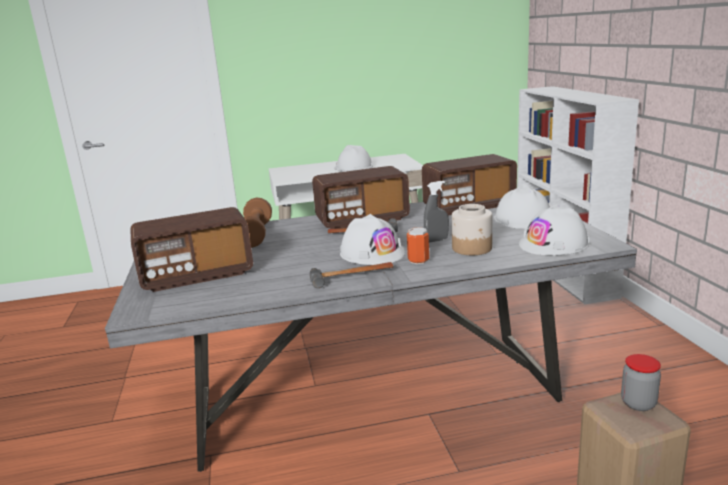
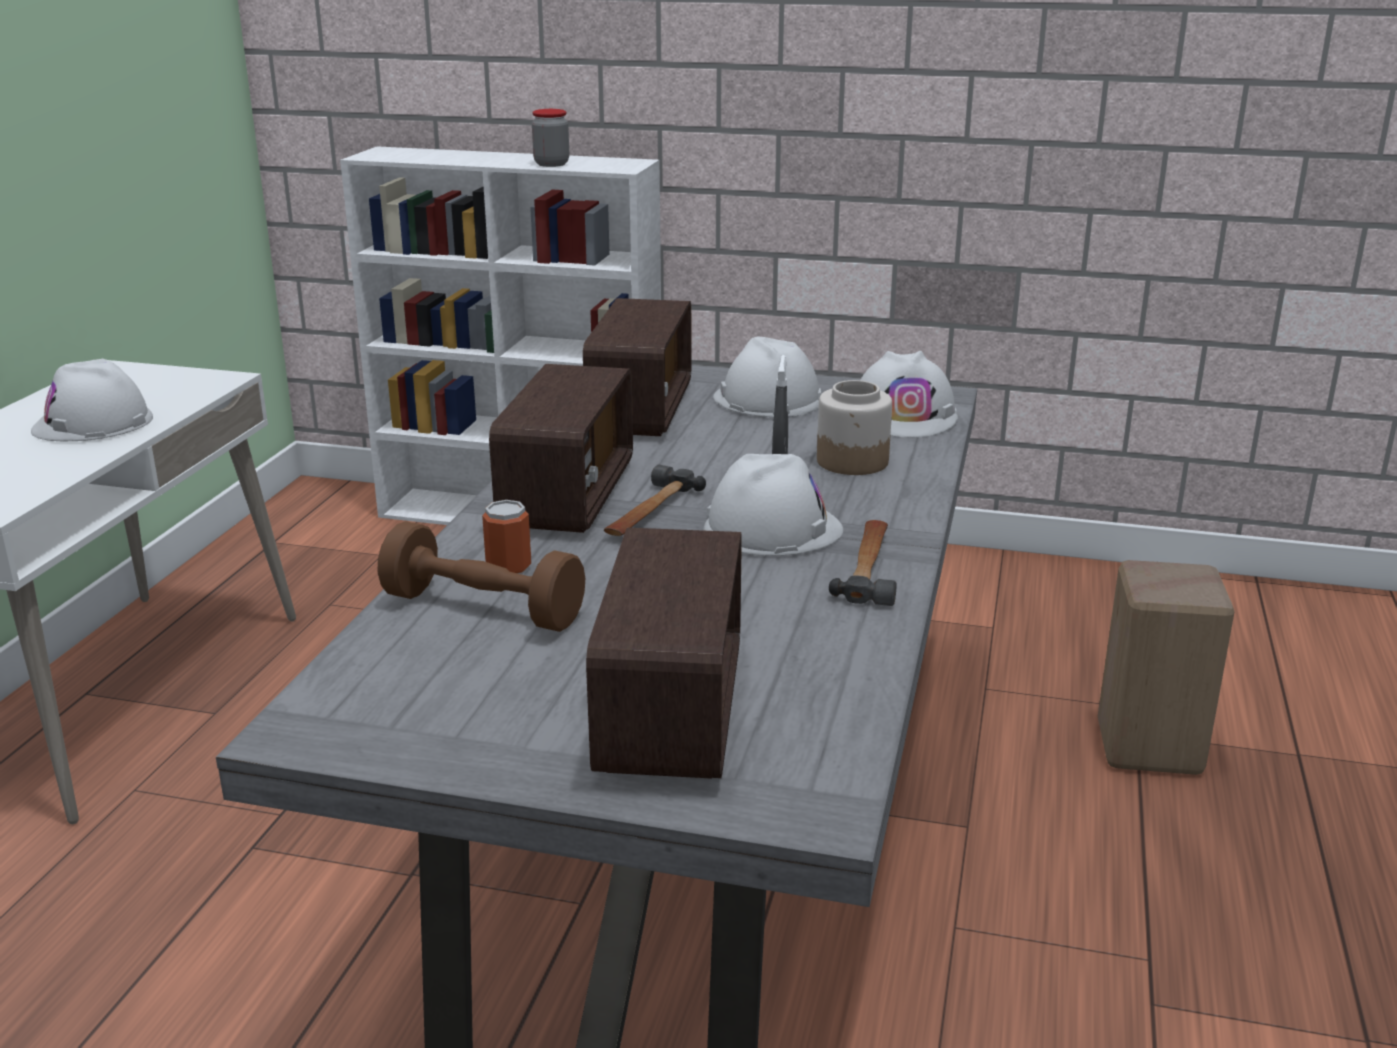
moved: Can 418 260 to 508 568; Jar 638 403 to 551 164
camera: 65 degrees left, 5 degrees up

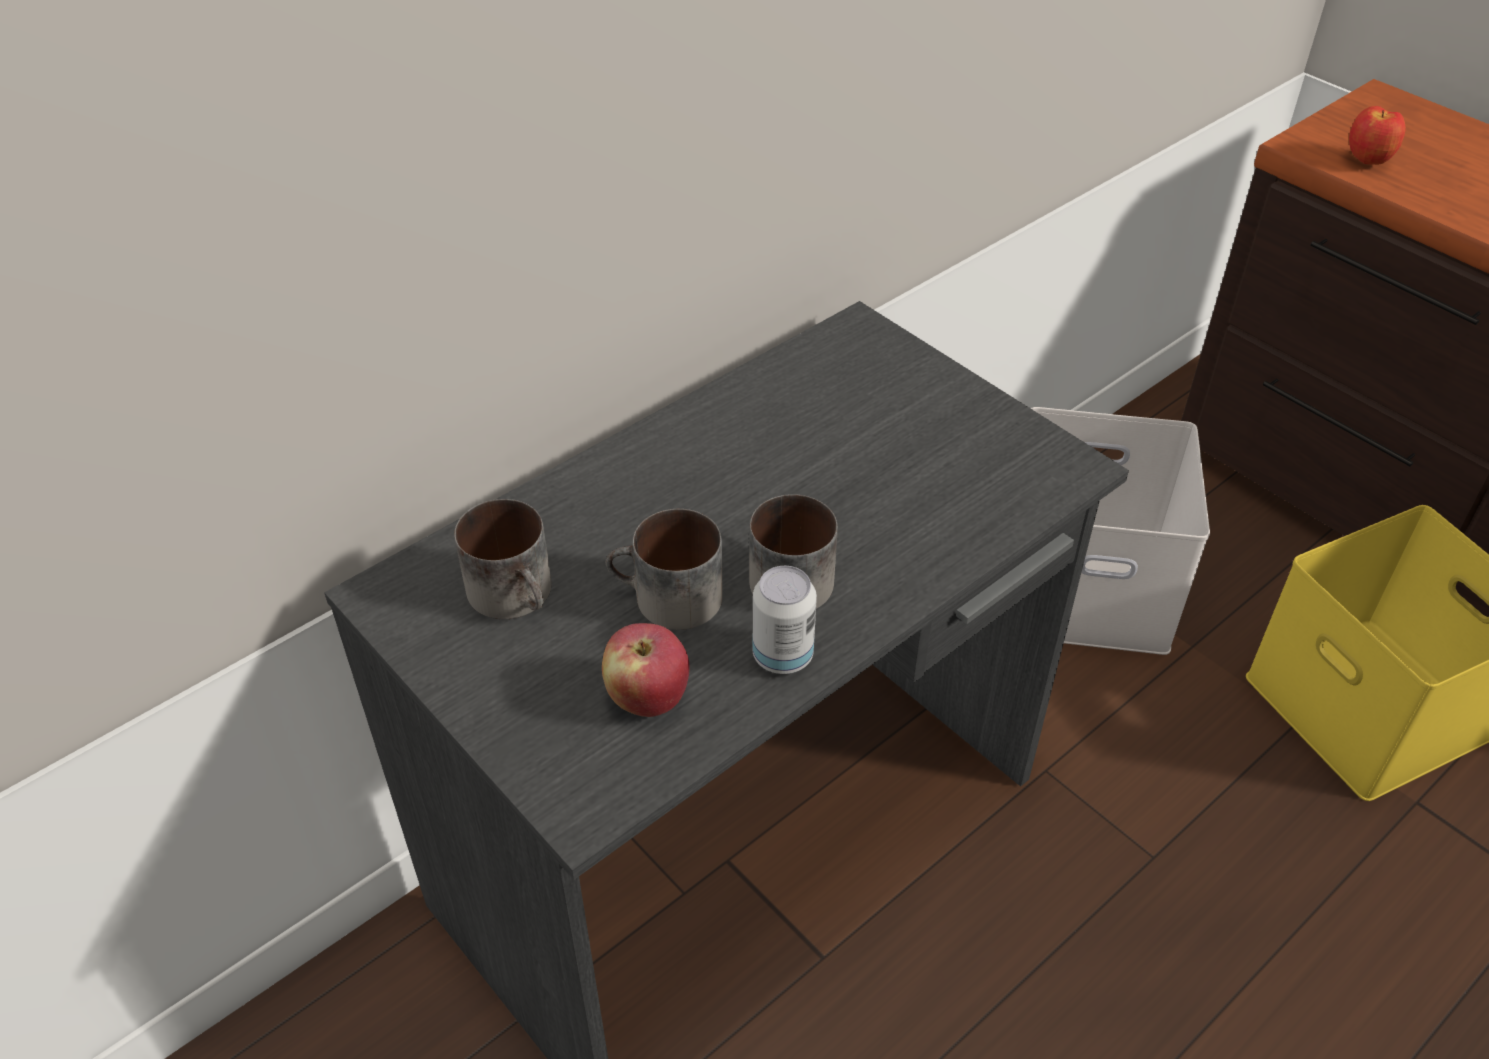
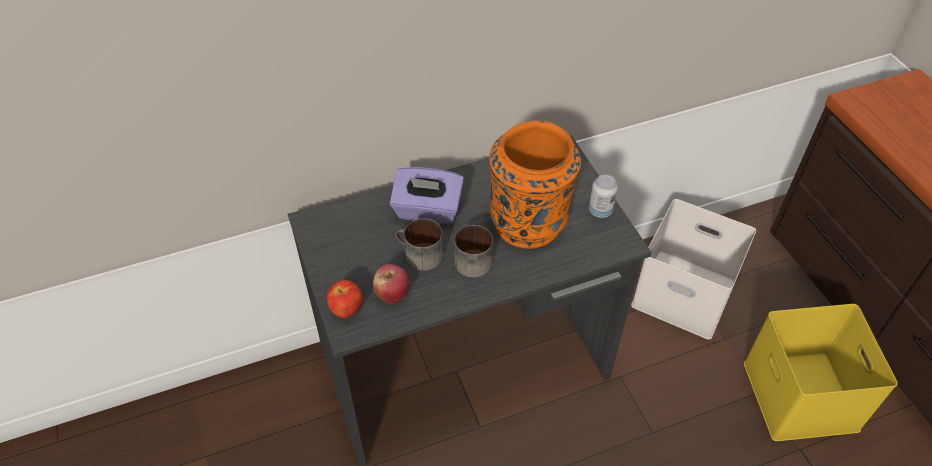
removed: Mug 518 594
added: PurpleTissueBox 427 211; OrangeVase 529 222
moved: Apple 1368 161 to 347 310; Can 782 656 to 600 211
camera: 20 degrees right, 5 degrees up

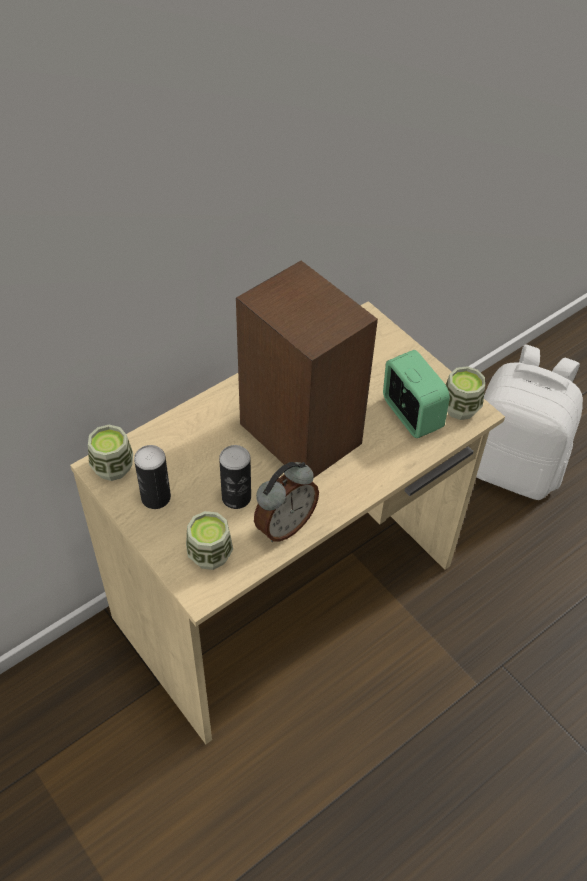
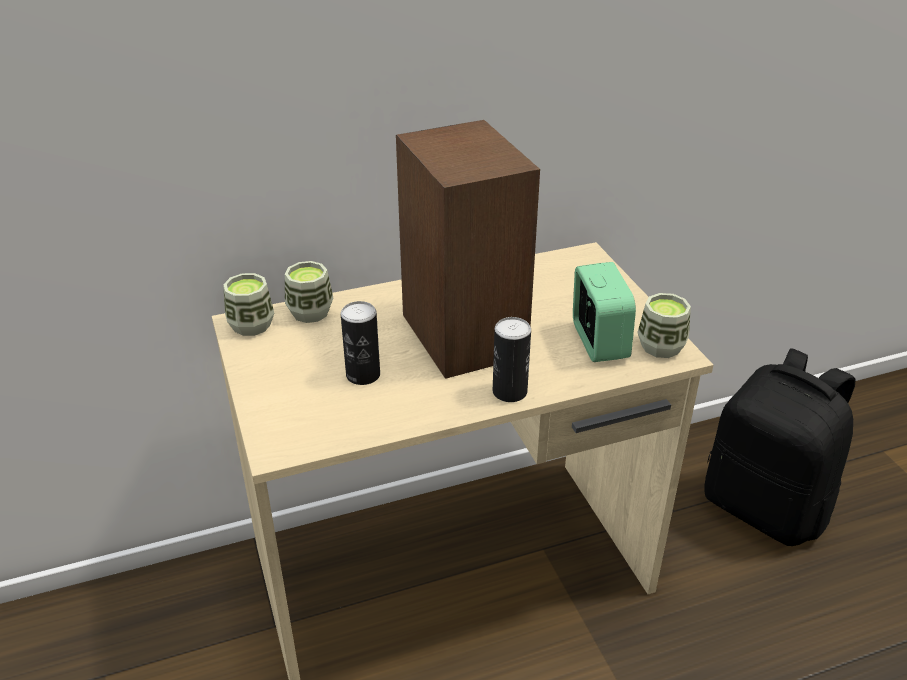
removed: AlarmClock 284 525
moved: Cup 210 554 to 310 312; Can 156 497 to 509 392
recoloured: WhiteBackpack 512 467 to BlackBackpack 765 507
camera: 20 degrees right, 15 degrees down

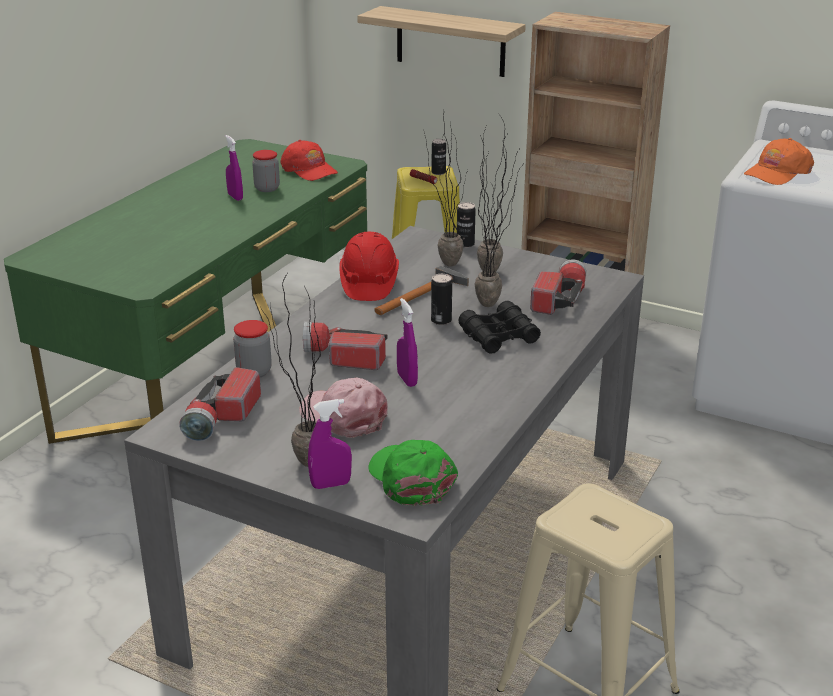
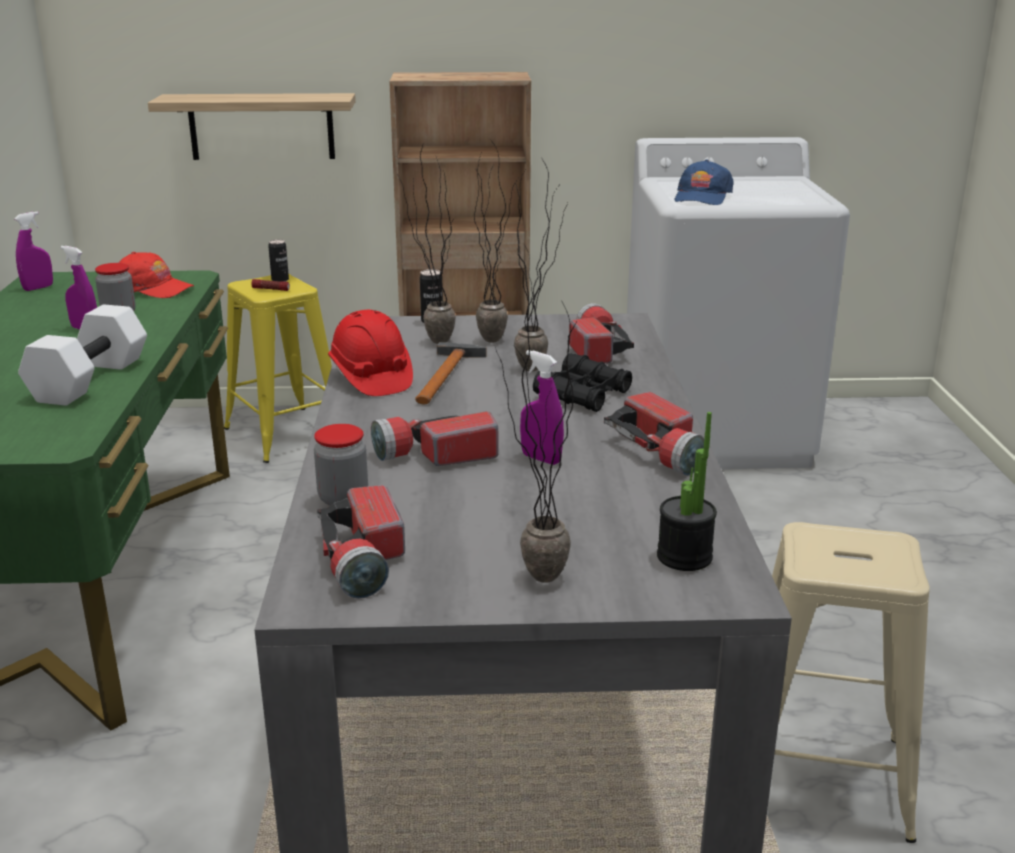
removed: PinkCap 344 416; Can 441 320
added: WhiteDumbbell 89 379; Flashlight 660 451
moved: PurpleSprayBottle 331 484 to 38 288
replaced: GreenCap 411 479 to PottedPlant 684 557
recoloured: OrangeCap 777 173 to BlueCap 702 197
camera: 30 degrees left, 5 degrees down

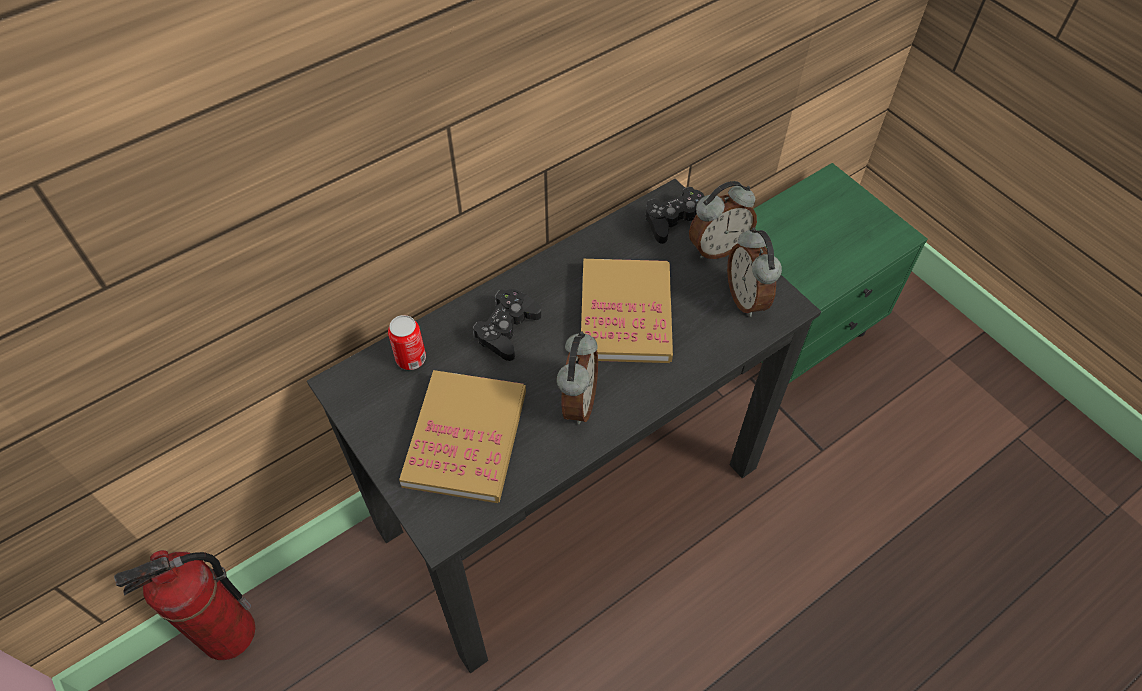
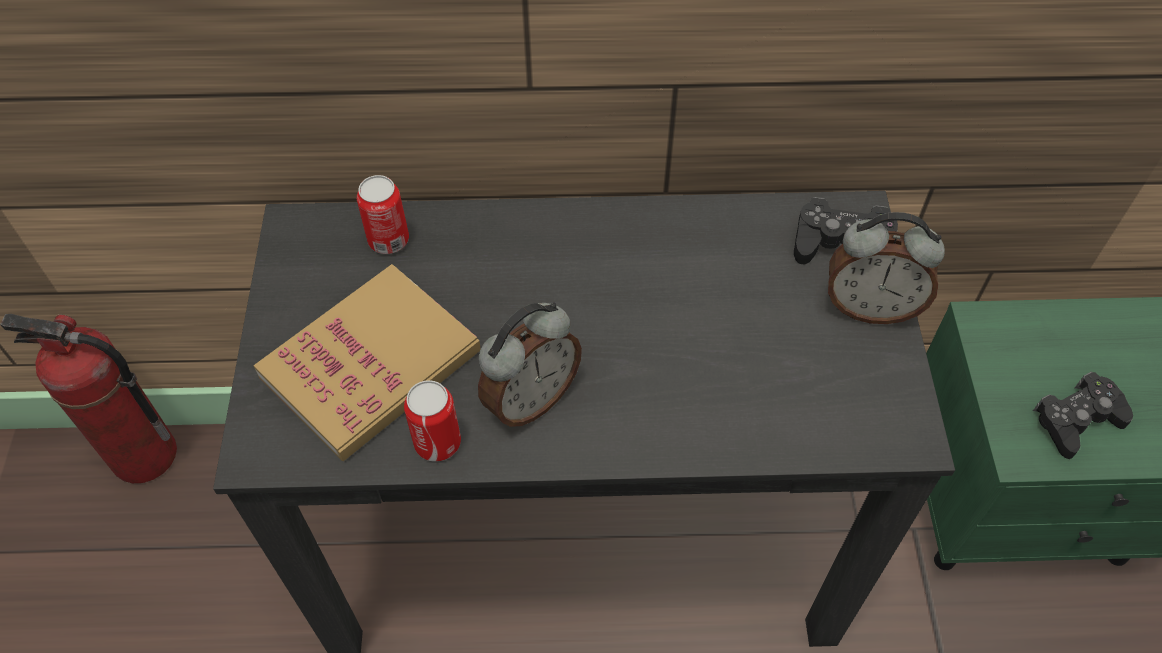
removed: Book 625 313; AlarmClock 747 298
added: Can 437 442
moved: BlackGameController 507 329 to 1077 420
camera: 35 degrees right, 0 degrees up

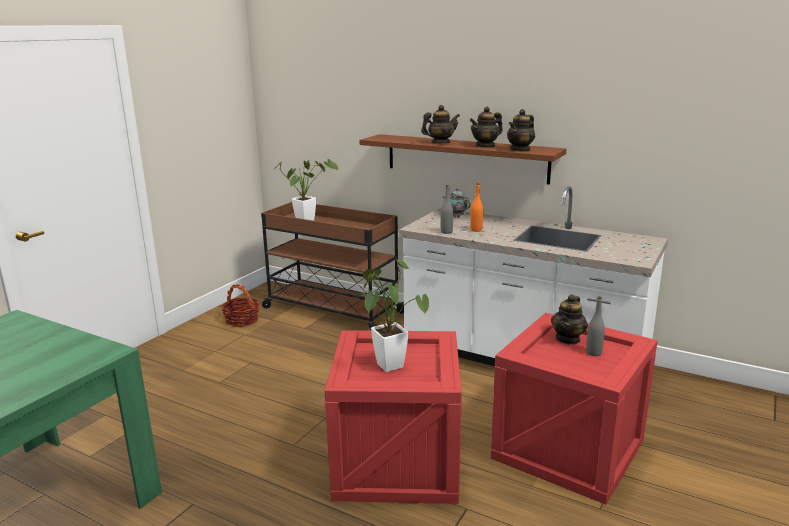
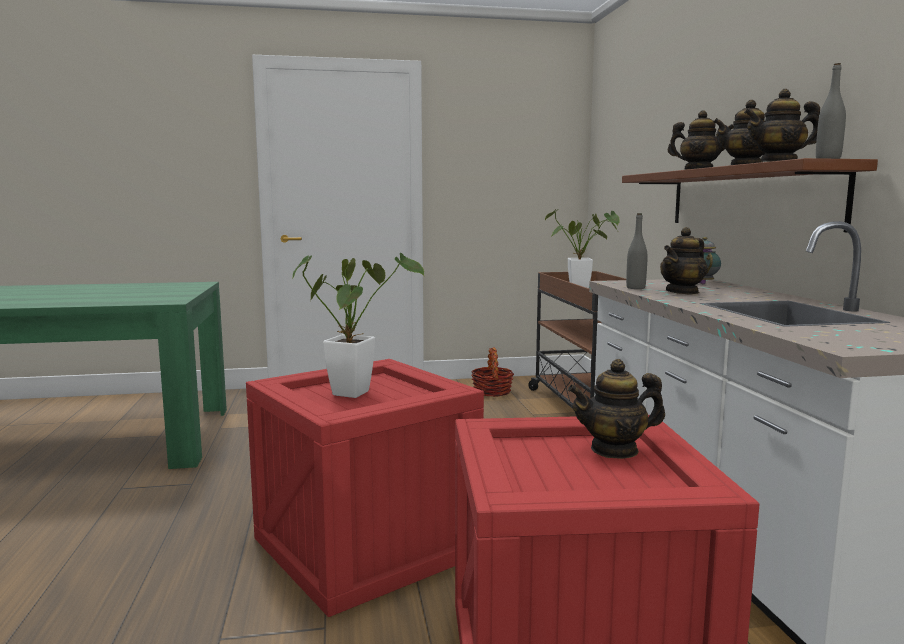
moved: GreyBottle 593 353 to 828 159
replaced: OrangeBottle 476 230 to Teapot 682 292
camera: 50 degrees right, 10 degrees down

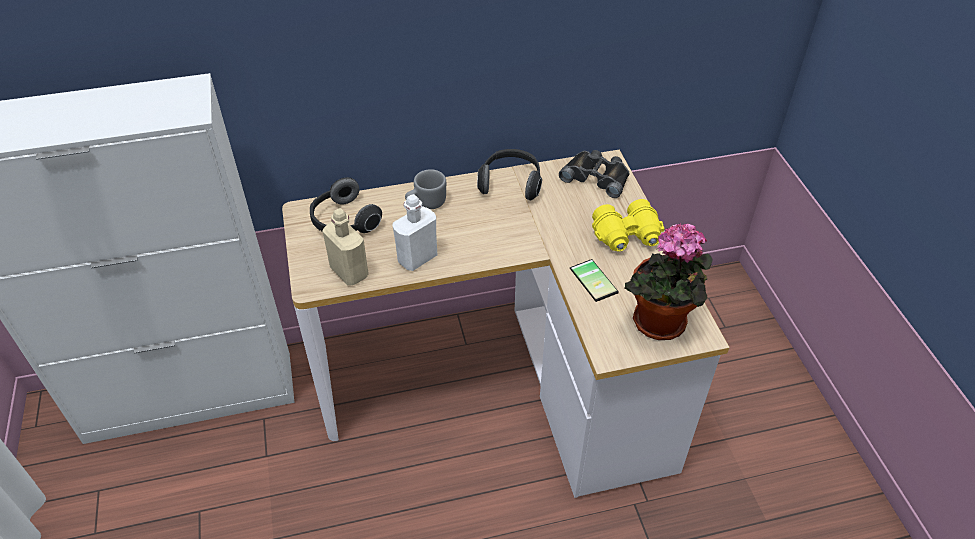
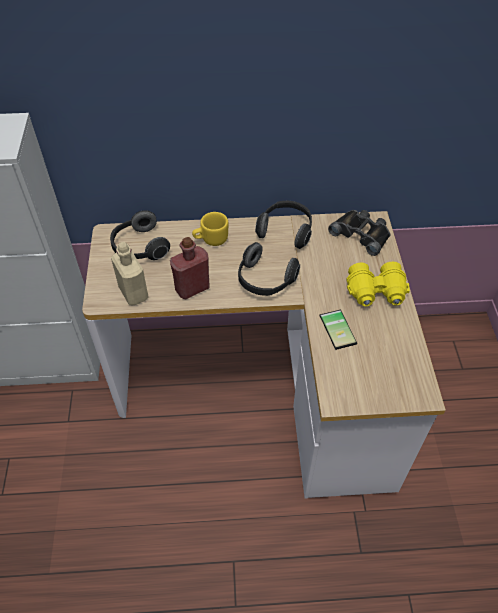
removed: PottedPlant 659 325
added: Headphones 265 281
recoloured: WhiteBottle 417 258 to RedBottle 192 288; GreyMug 426 203 to YellowMug 210 239
camera: 10 degrees right, 5 degrees up

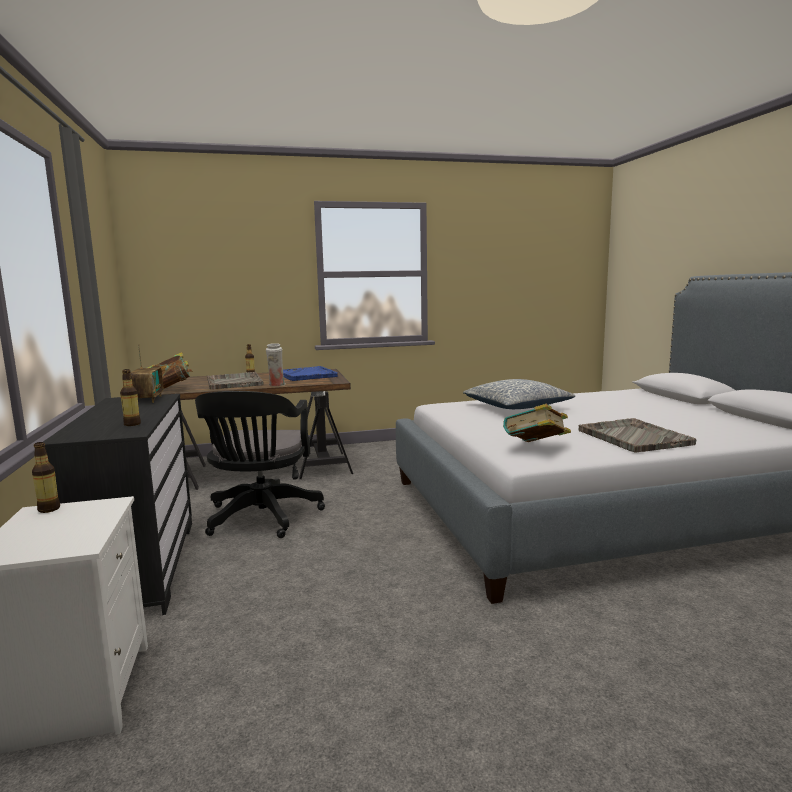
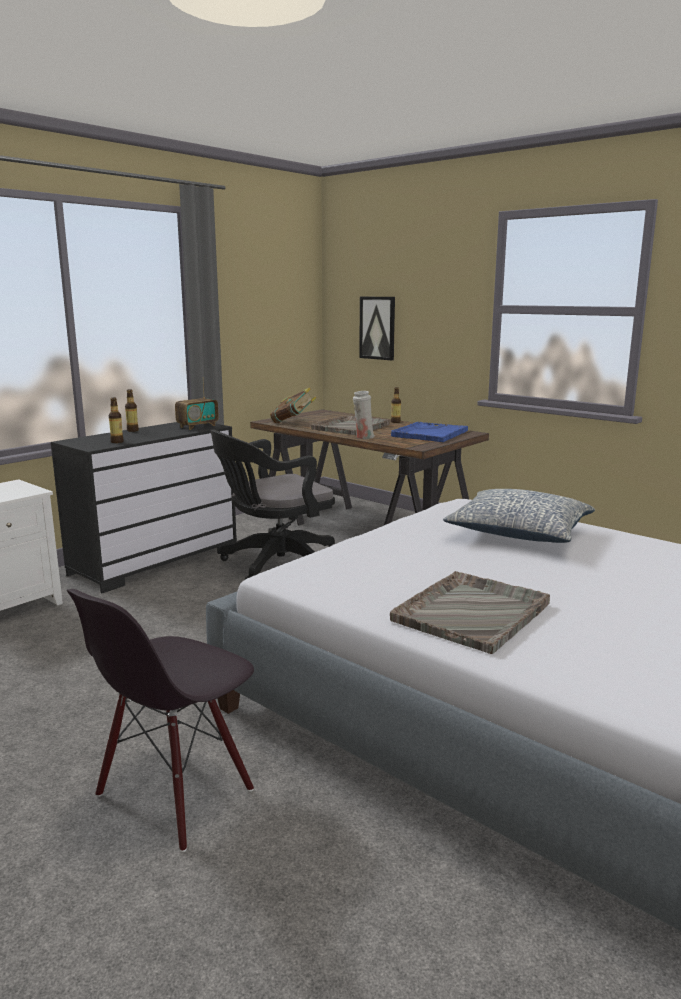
removed: Book 536 448
added: BlackChair 175 794; Picture 377 328
moved: Bottle 49 509 to 132 430
camera: 55 degrees right, 5 degrees up

